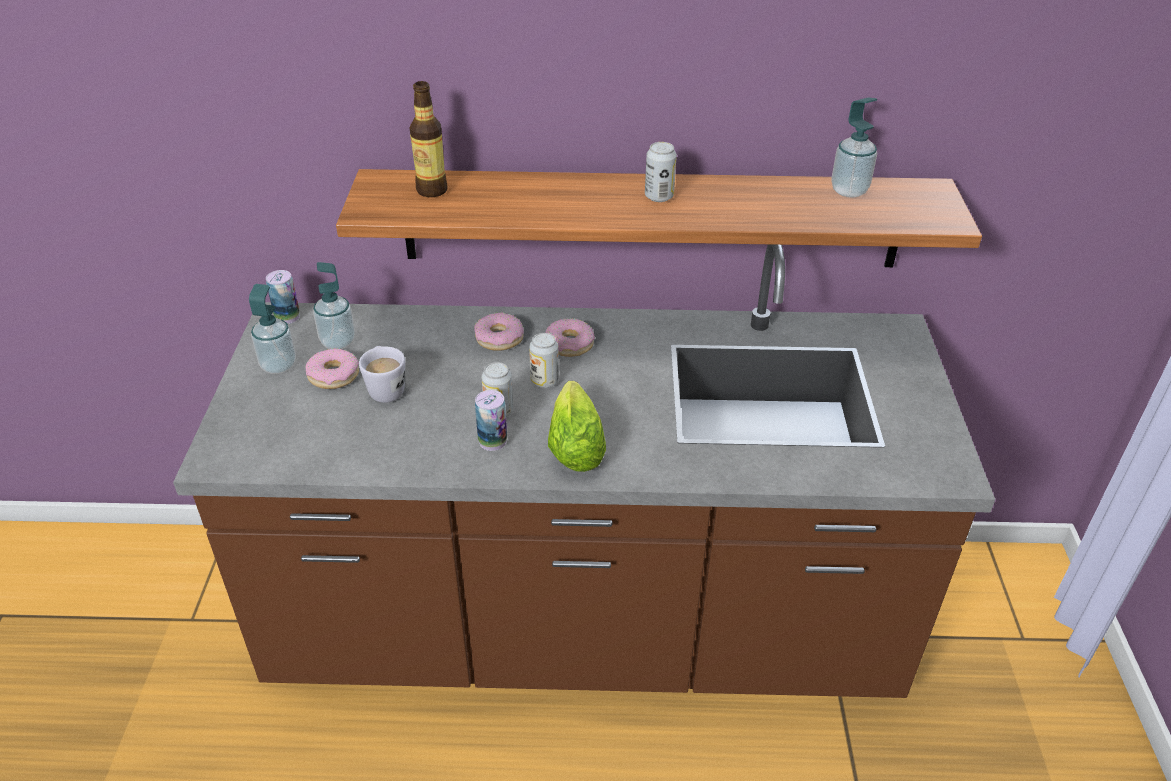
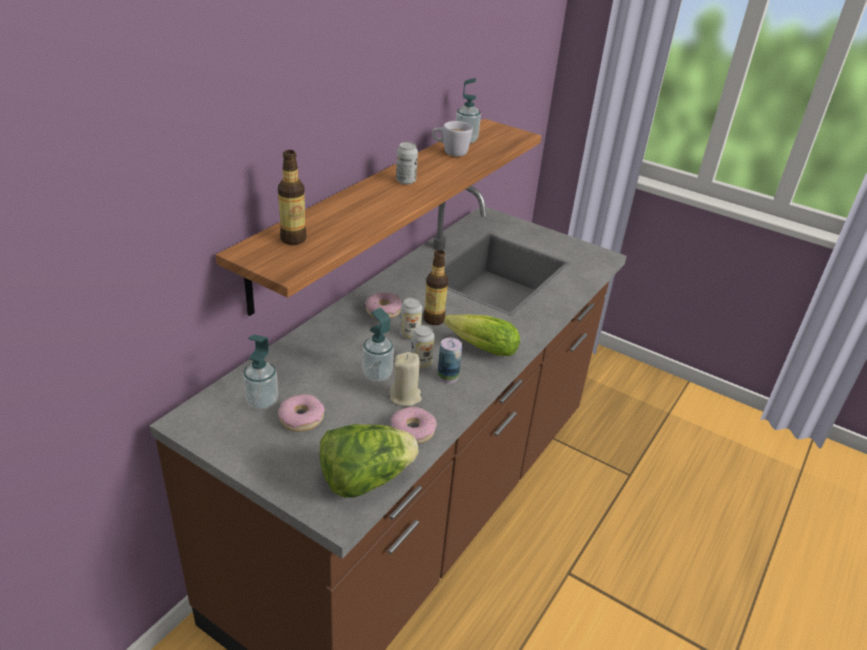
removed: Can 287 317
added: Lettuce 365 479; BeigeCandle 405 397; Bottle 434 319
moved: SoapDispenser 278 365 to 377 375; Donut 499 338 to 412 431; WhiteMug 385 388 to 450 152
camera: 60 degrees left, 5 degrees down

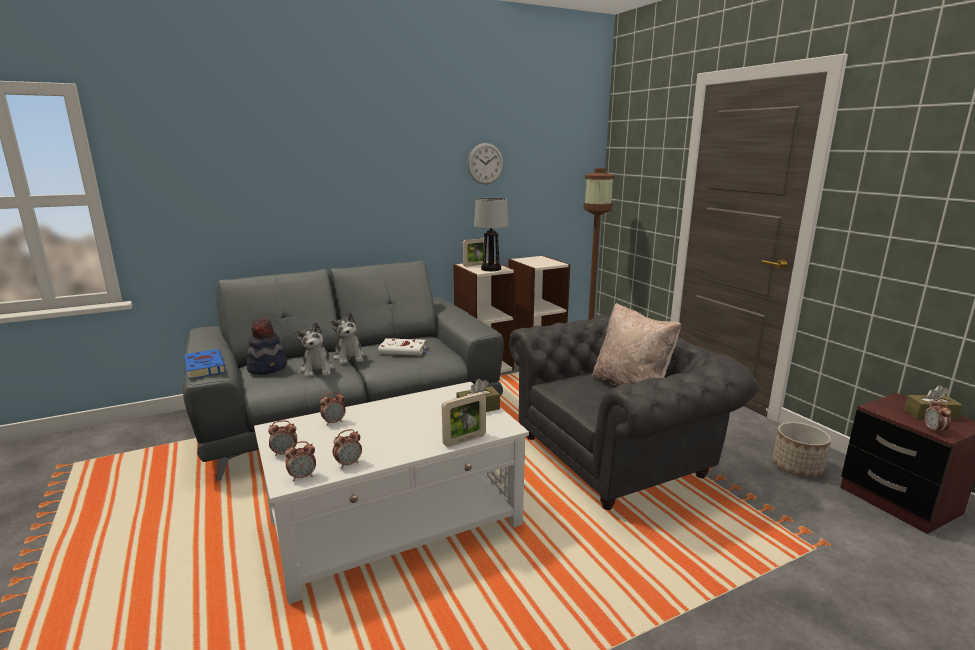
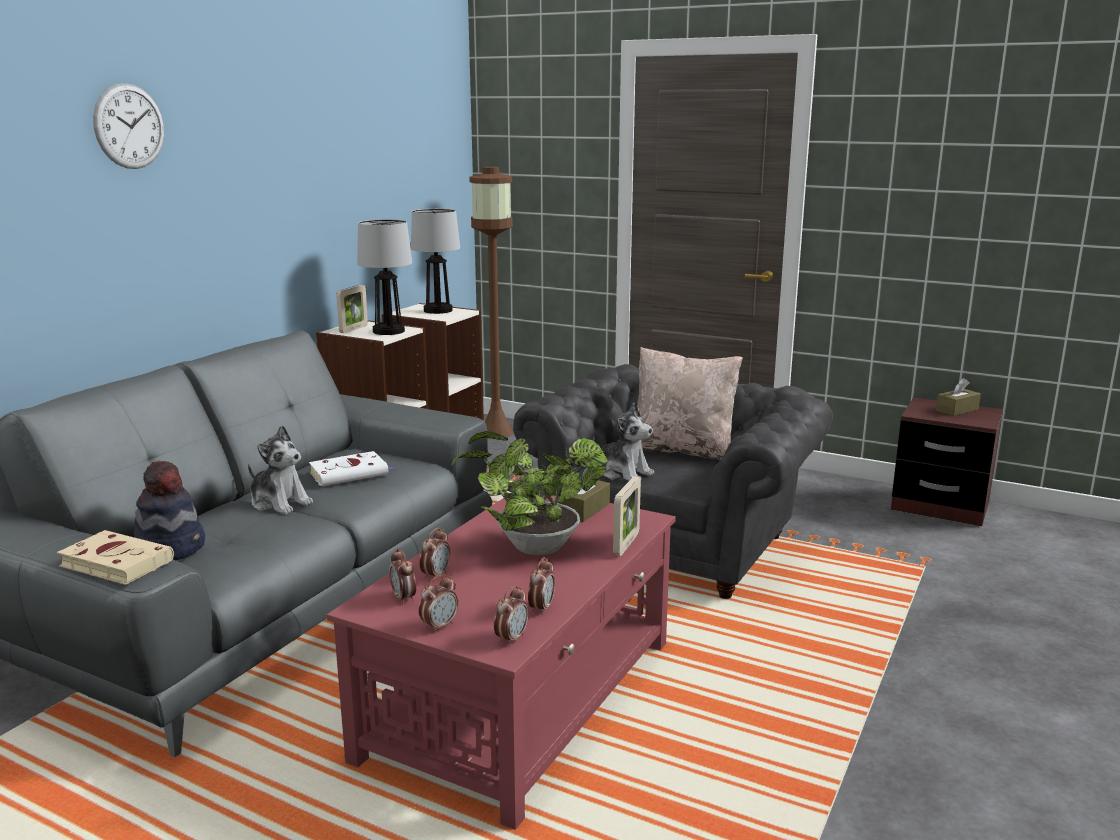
removed: Planter 797 467
added: TableLamp 437 310; PottedPlant 532 548
moved: WallClock 485 163 to 129 126; AlarmClock 934 430 to 404 598; PlushToy 317 370 to 623 473
recoloured: BlueBook 204 367 to BeigeBook 114 563; WhiteCoffeeTable 397 522 to RedCoffeeTable 523 697
camera: 35 degrees left, 0 degrees up

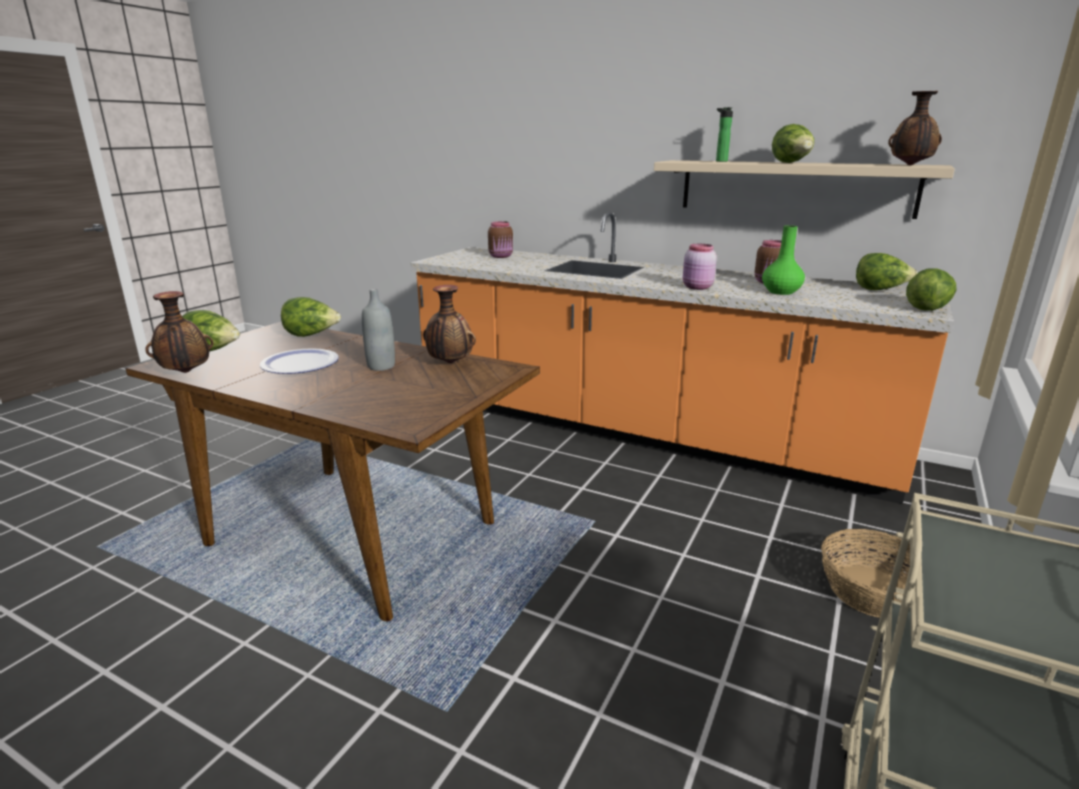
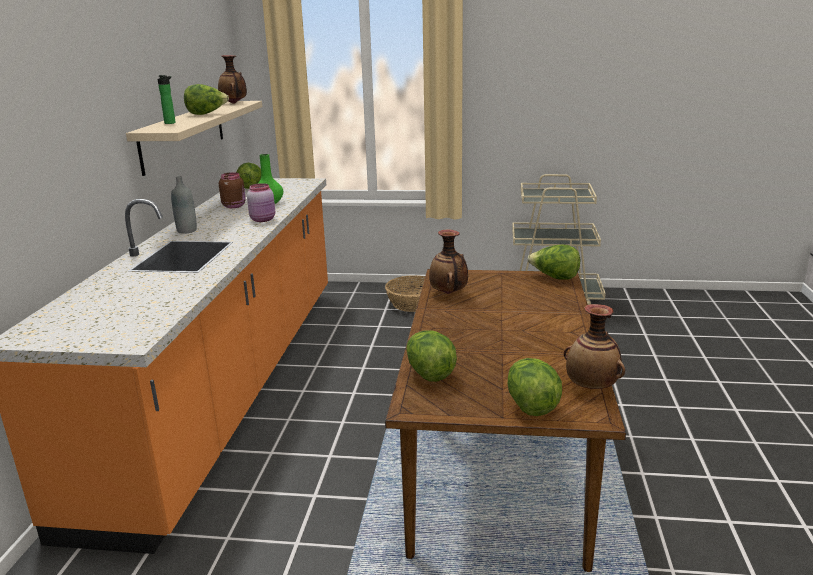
removed: Plate 300 363; BrownJar 501 256
moved: GreyBottle 381 366 to 187 231; Lettuce 927 308 to 554 278
camera: 110 degrees left, 0 degrees up

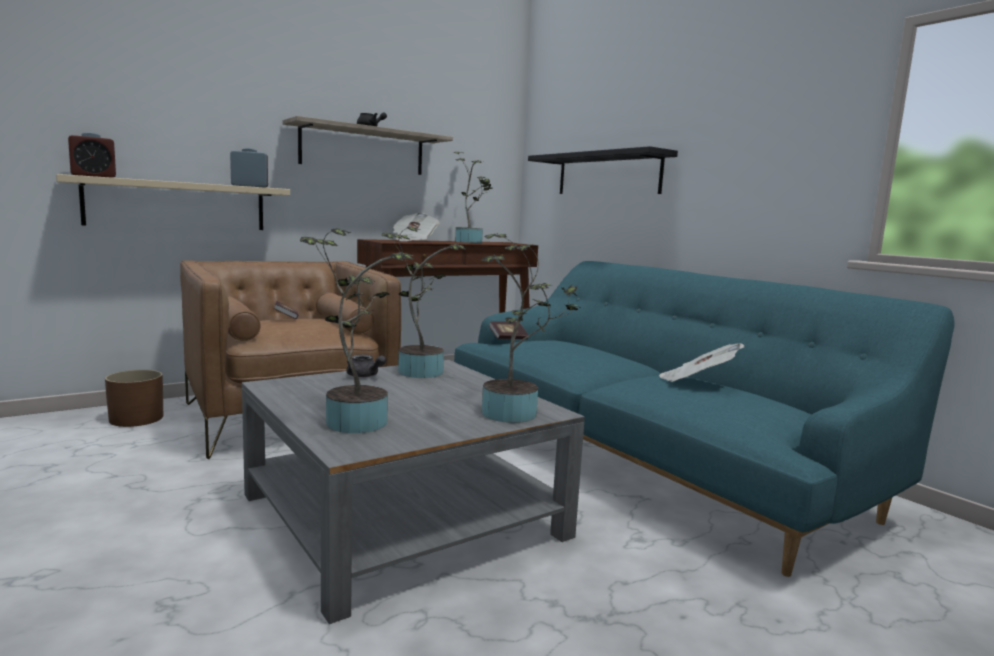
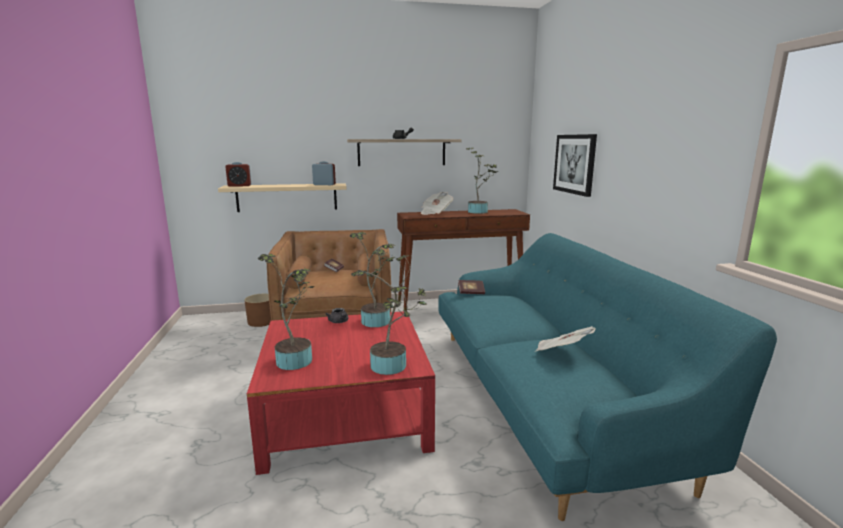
replaced: BlackShelf 607 174 to Picture 574 164
recoloured: GreyCoffeeTable 402 515 to RedCoffeeTable 345 412
camera: 25 degrees right, 5 degrees up

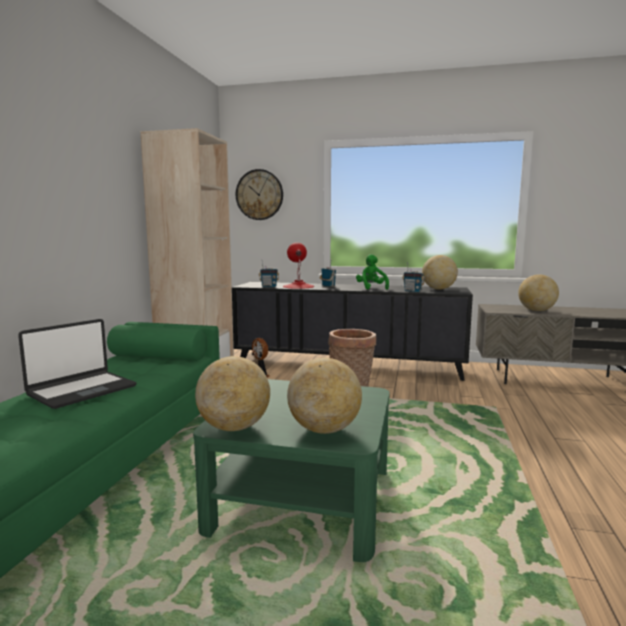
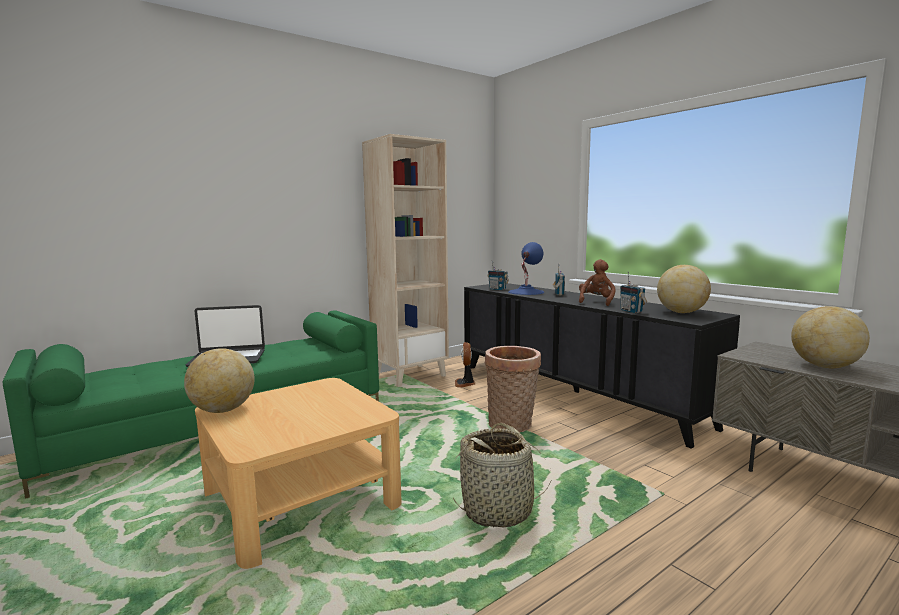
removed: WallClock 259 195; Globe 324 430
added: Basket 498 510
recoloured: GreenCoffeeTable 301 498 to BeigeCoffeeTable 301 497; RedTableLamp 298 286 to BlueTableLamp 526 292; GreenPlushToy 371 288 to BrownPlushToy 596 302
camera: 40 degrees right, 0 degrees up

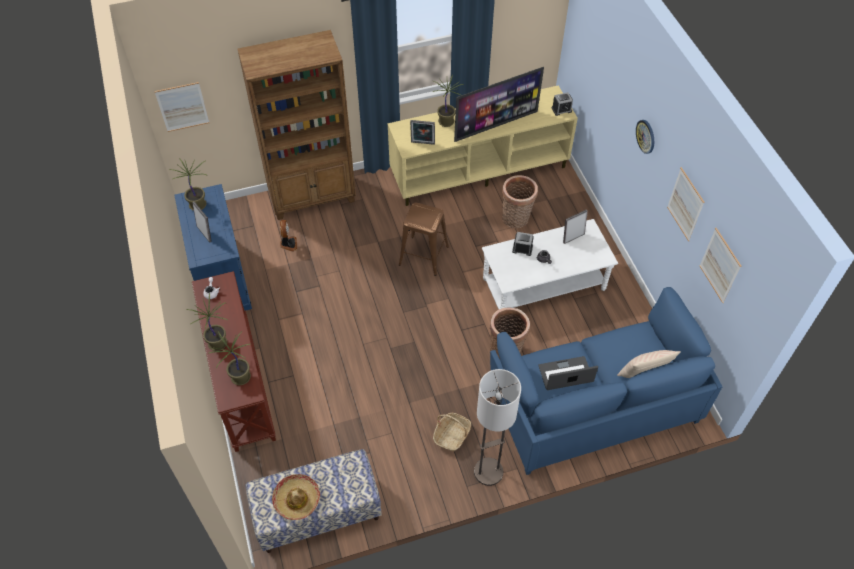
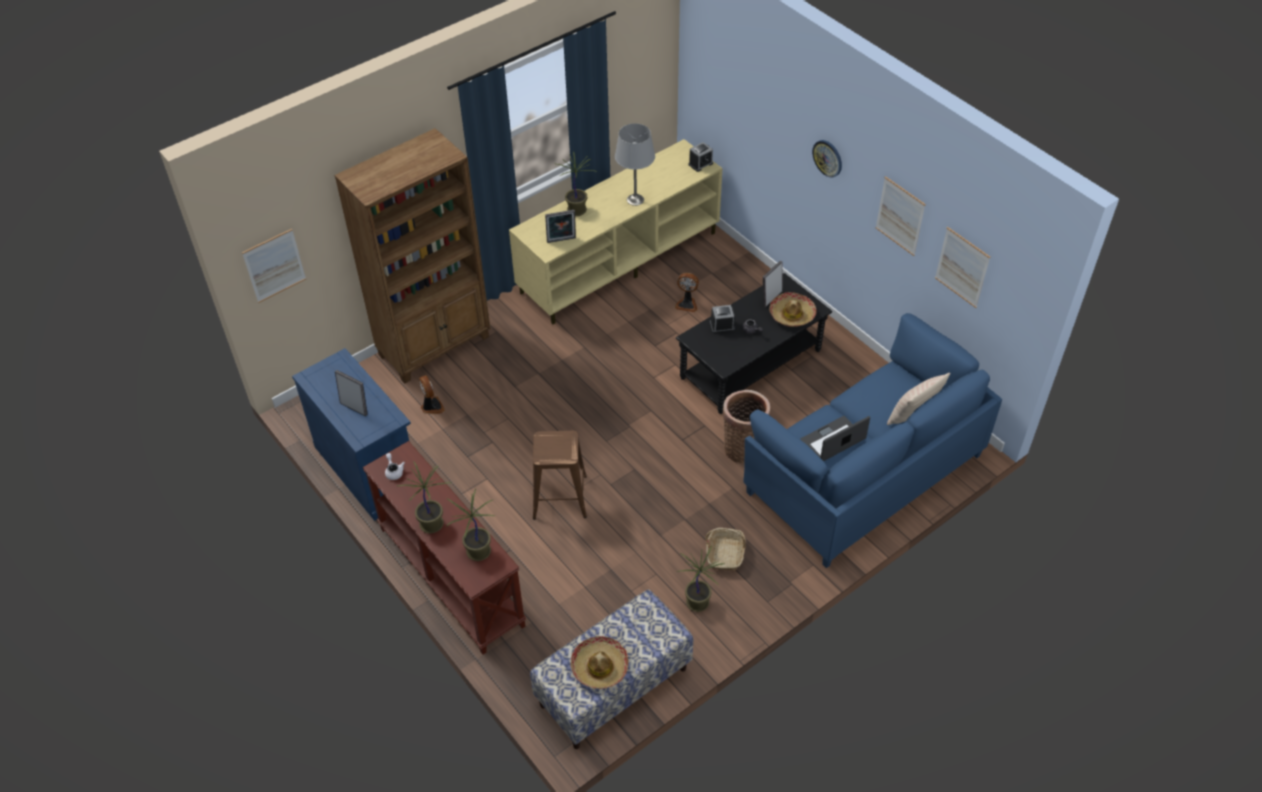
removed: FloorLamp 488 472
added: Hat 792 314
moved: BrownStool 424 255 to 560 496; PottedPlant 198 205 to 698 602
replaced: Television 495 125 to GreyTableLamp 635 199; Basket 516 219 to Fan 687 304
recoloured: WhiteCoffeeTable 543 284 to BlackCoffeeTable 750 364
camera: 20 degrees left, 5 degrees down

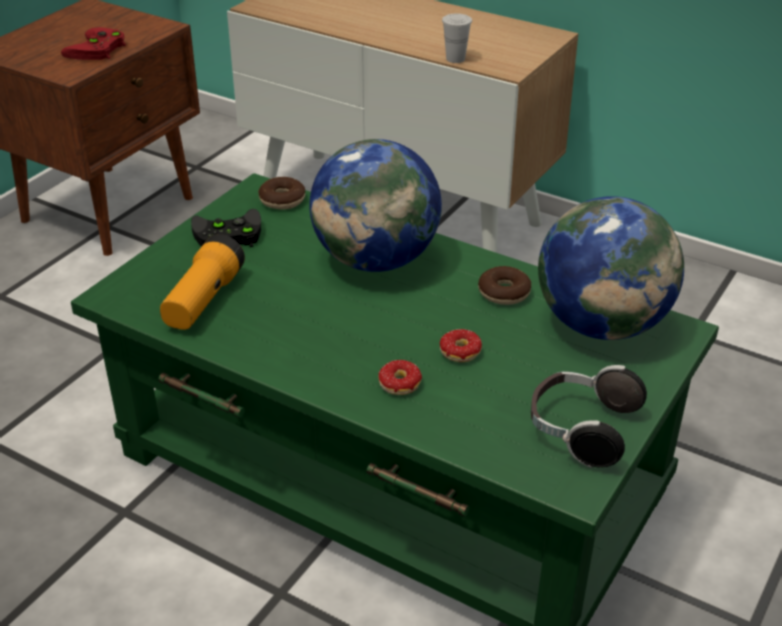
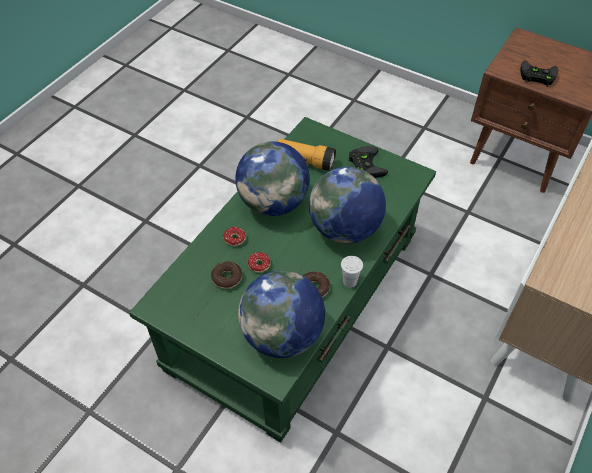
removed: Headphones 581 430
added: Globe 273 203
moved: Donut 282 200 to 227 278; WhiteCup 455 59 to 350 282
recoloured: RedGameController 97 50 to BlackGameController 536 76
camera: 90 degrees right, 15 degrees up

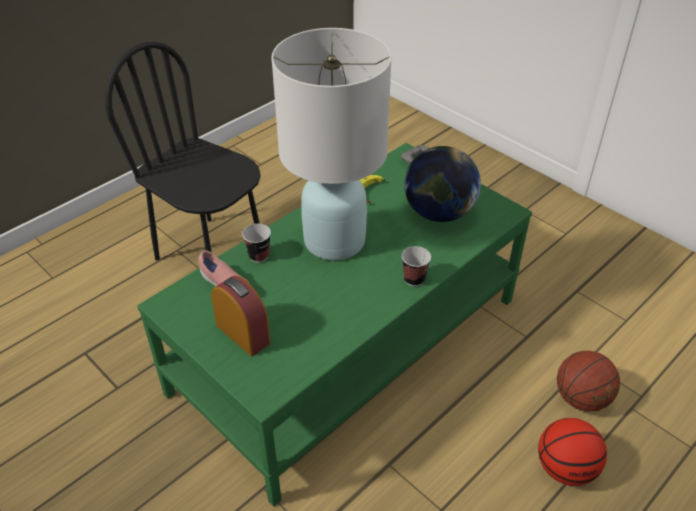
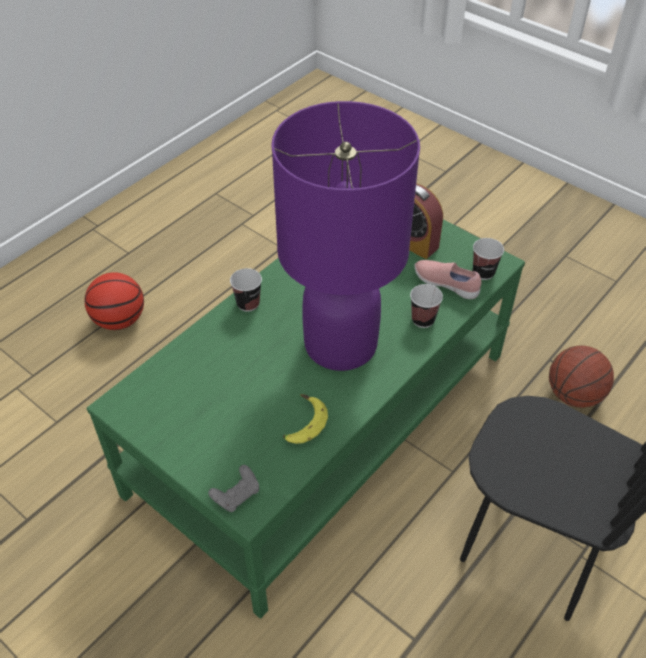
removed: Globe 438 213
added: Cup 483 272
moved: Basketball 581 398 to 573 395
recoloured: WhiteTableLamp 334 241 to PurpleTableLamp 340 344
camera: 175 degrees right, 5 degrees up

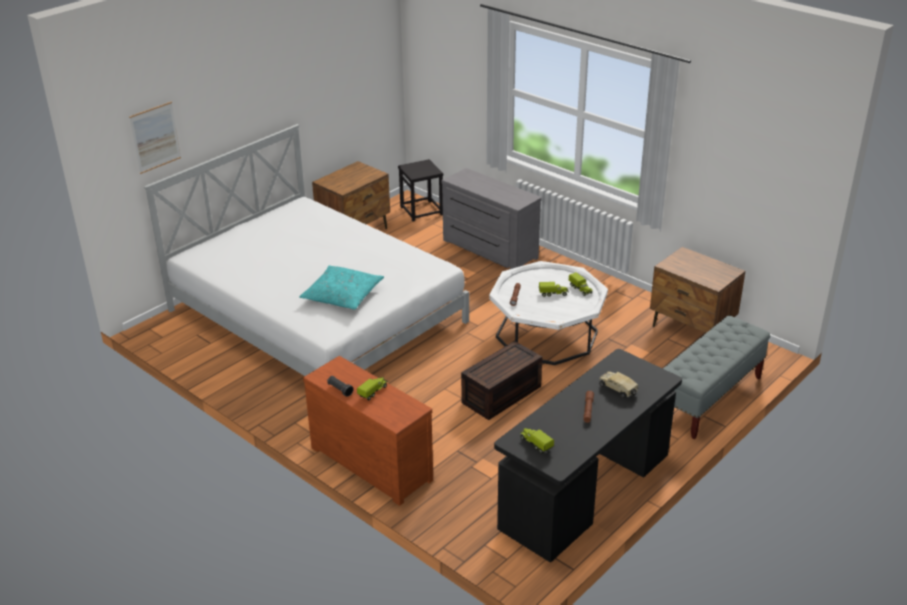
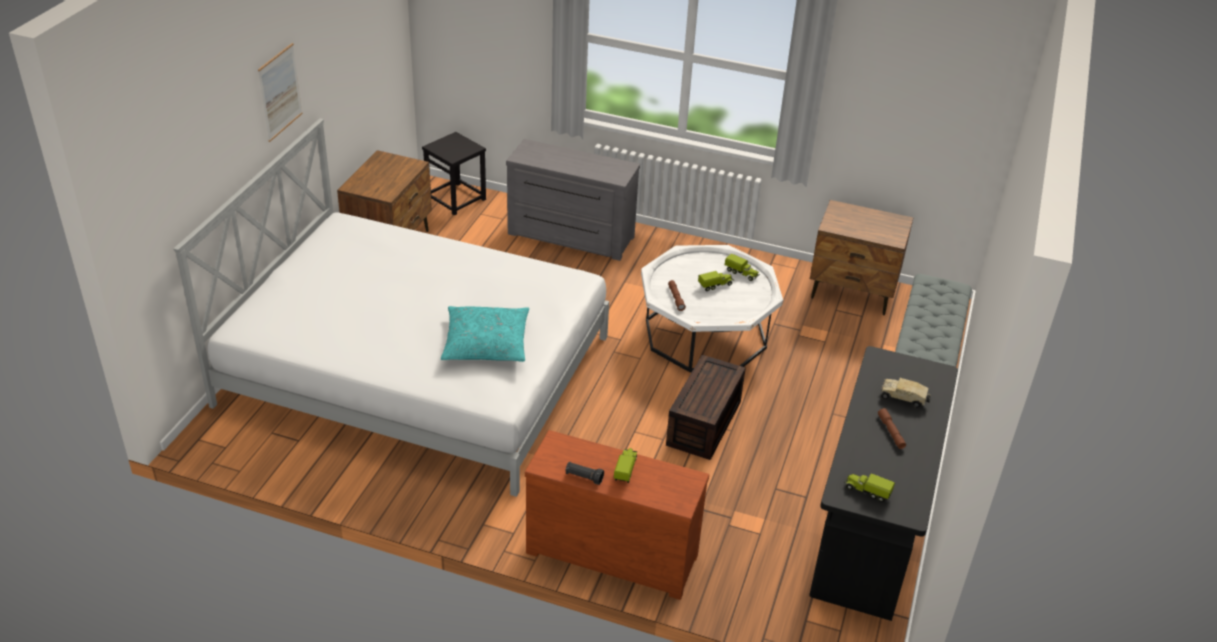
moved: Picture 155 137 to 280 92
camera: 25 degrees left, 5 degrees up

